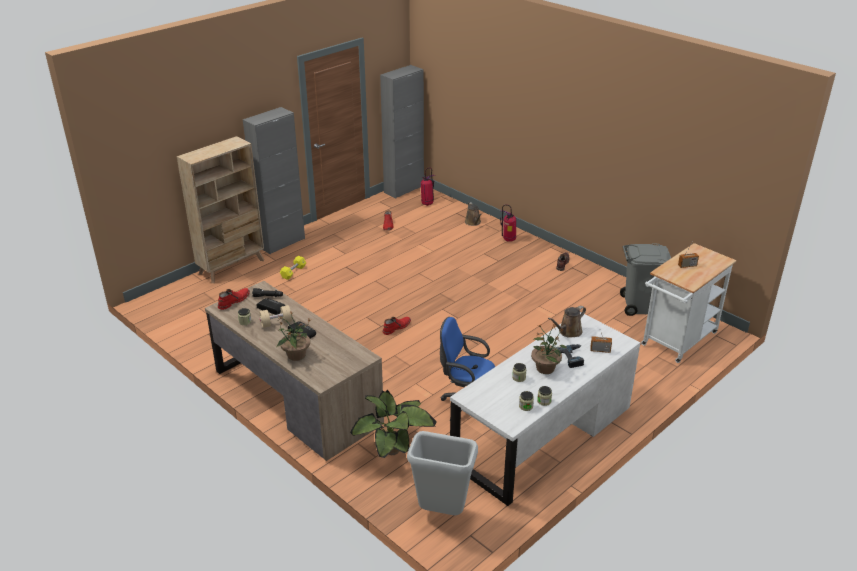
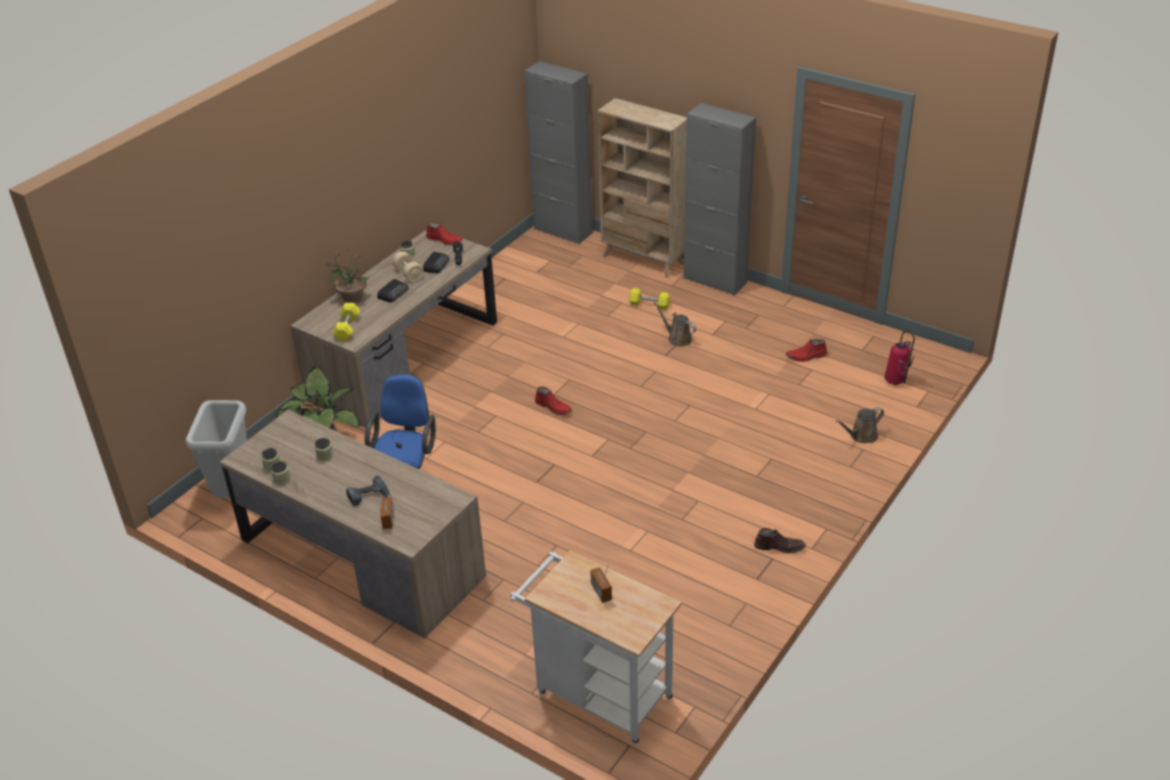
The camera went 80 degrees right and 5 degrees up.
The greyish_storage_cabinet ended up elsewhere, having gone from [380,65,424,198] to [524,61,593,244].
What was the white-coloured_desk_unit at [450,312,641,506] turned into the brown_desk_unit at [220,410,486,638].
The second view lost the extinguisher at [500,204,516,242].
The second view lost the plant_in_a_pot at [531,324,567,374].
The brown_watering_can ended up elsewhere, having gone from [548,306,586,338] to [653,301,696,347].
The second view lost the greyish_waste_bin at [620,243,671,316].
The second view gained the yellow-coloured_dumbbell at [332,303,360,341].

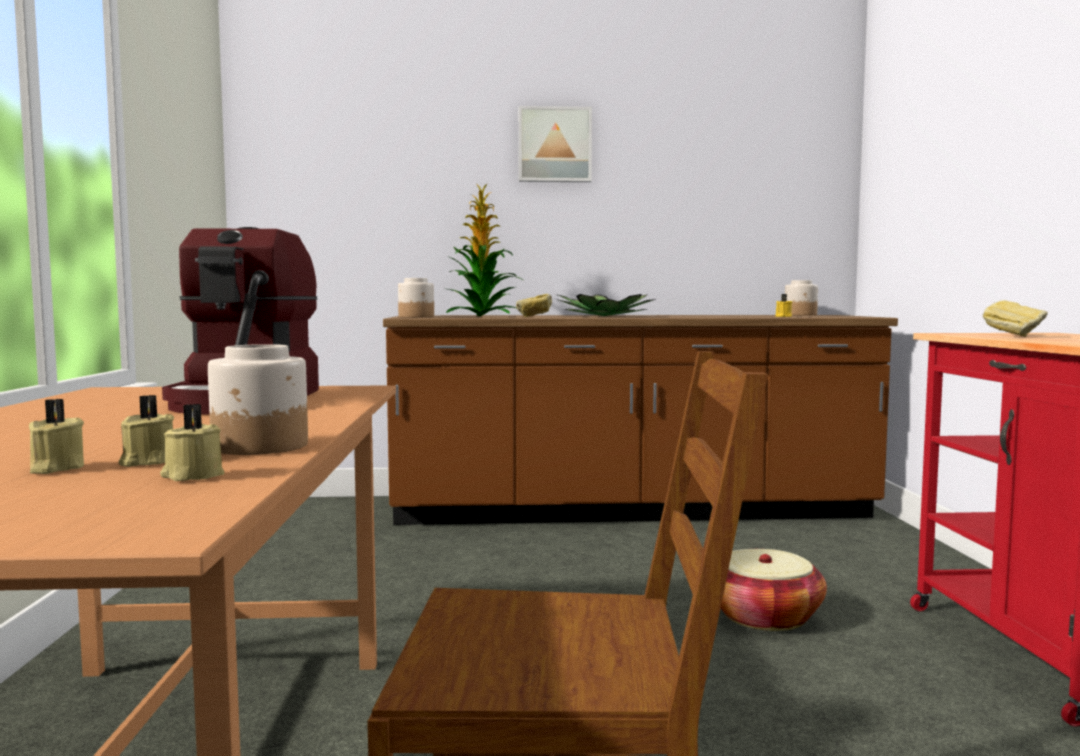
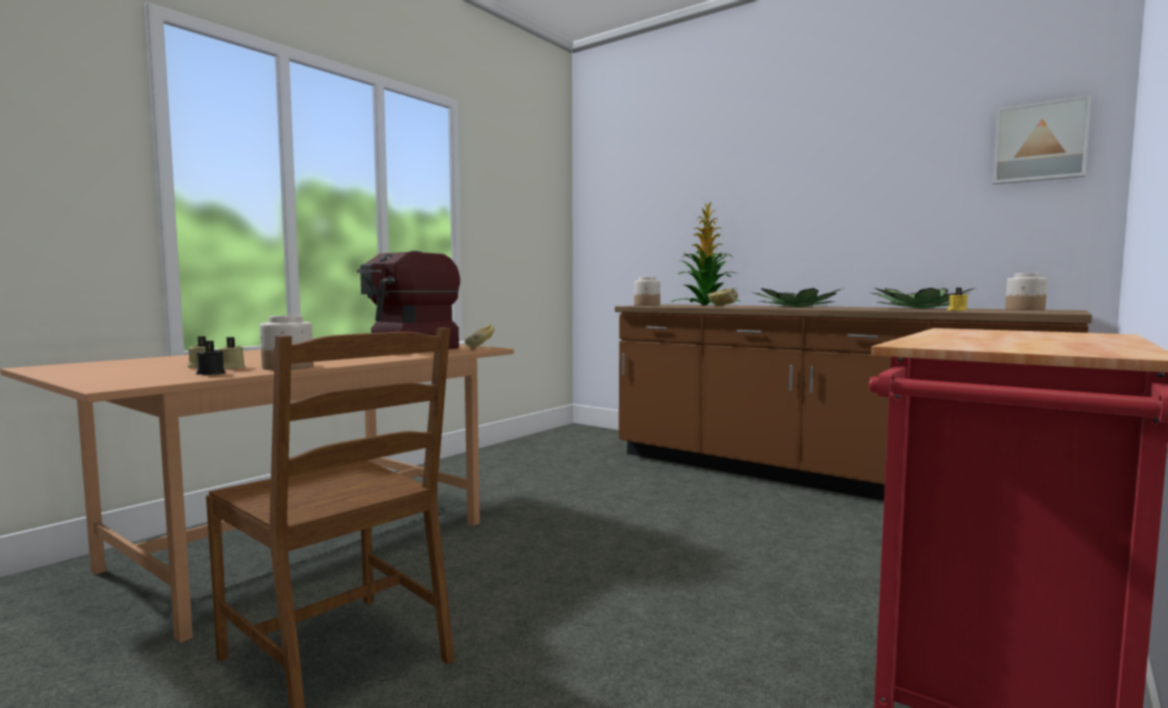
The camera went 40 degrees right and 0 degrees up.
What was the sand-coloured_wax_candle at [160,404,225,481] turned into the blackish_wax_candle at [196,341,226,375].
The wall_picture ended up elsewhere, having gone from [519,106,592,182] to [993,95,1092,185].
The second view lost the storage_basket at [721,549,827,631].
The baked_bread ended up elsewhere, having gone from [983,300,1048,337] to [465,325,495,349].
The second view gained the plant_in_a_pot at [871,288,975,309].

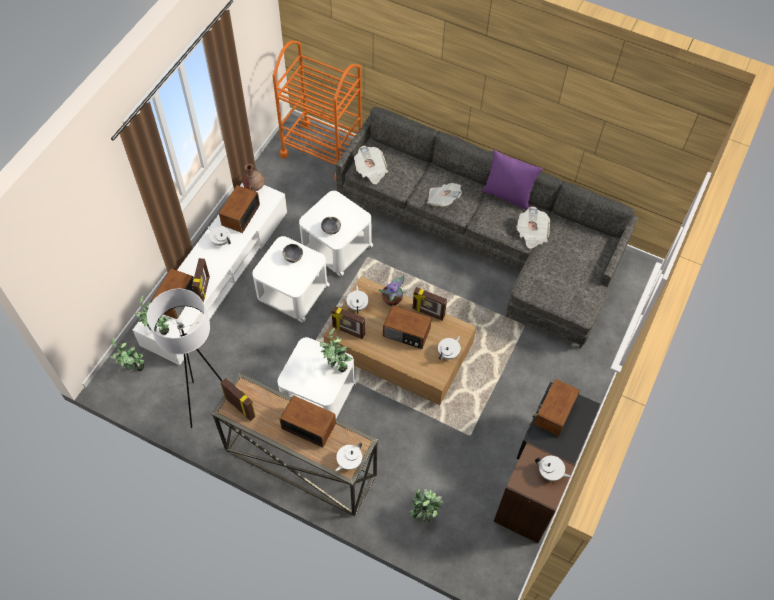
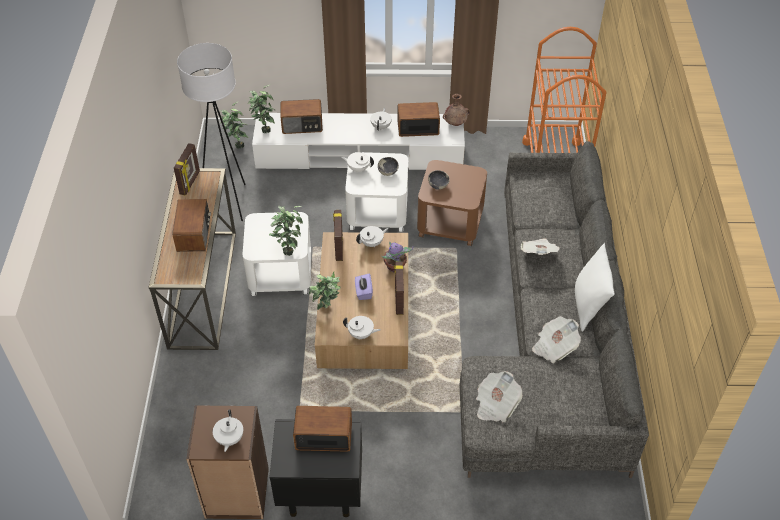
The camera went 65 degrees right and 10 degrees down.
The second view lost the standing_frame at [192,258,210,303].
What was the white-coloured_side_table at [299,191,373,276] turned into the brown_side_table at [417,160,487,246].
The white-coloured_tea_pot ended up elsewhere, having gone from [335,443,362,471] to [342,152,374,173].
The newspaper ended up elsewhere, having gone from [354,145,388,184] to [476,371,523,422].
Where the radio_set stood at [383,305,432,349], the purple_tissue_holder came to stand at [355,274,373,300].
The plant_in_a_pot ended up elsewhere, having gone from [410,488,444,523] to [309,272,341,310].
What was the purple_throw_pillow at [482,149,543,210] turned into the white-coloured_throw_pillow at [575,243,615,332].

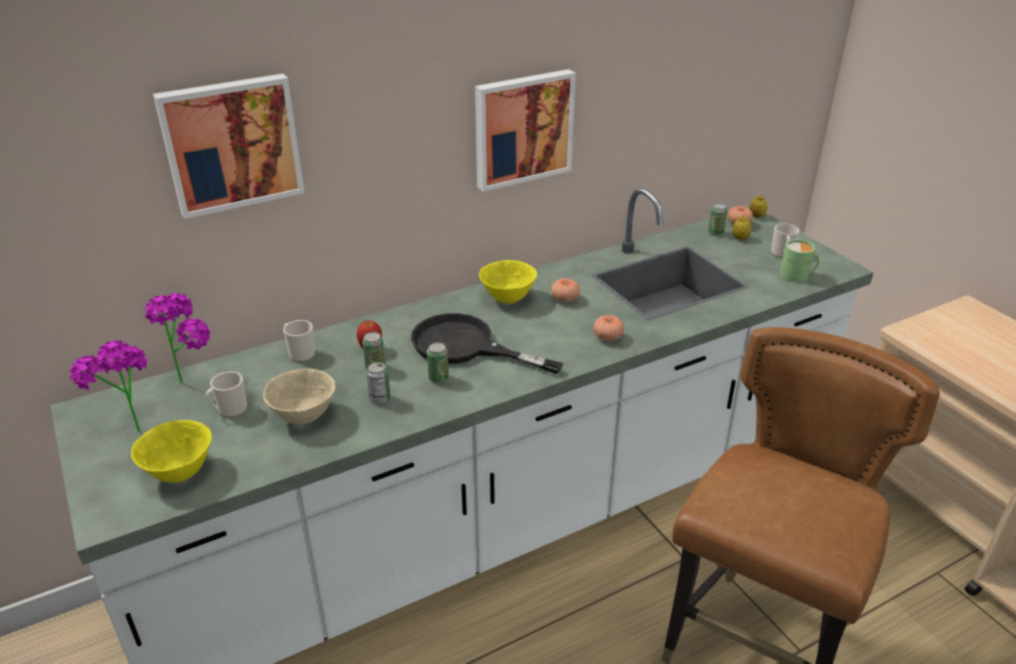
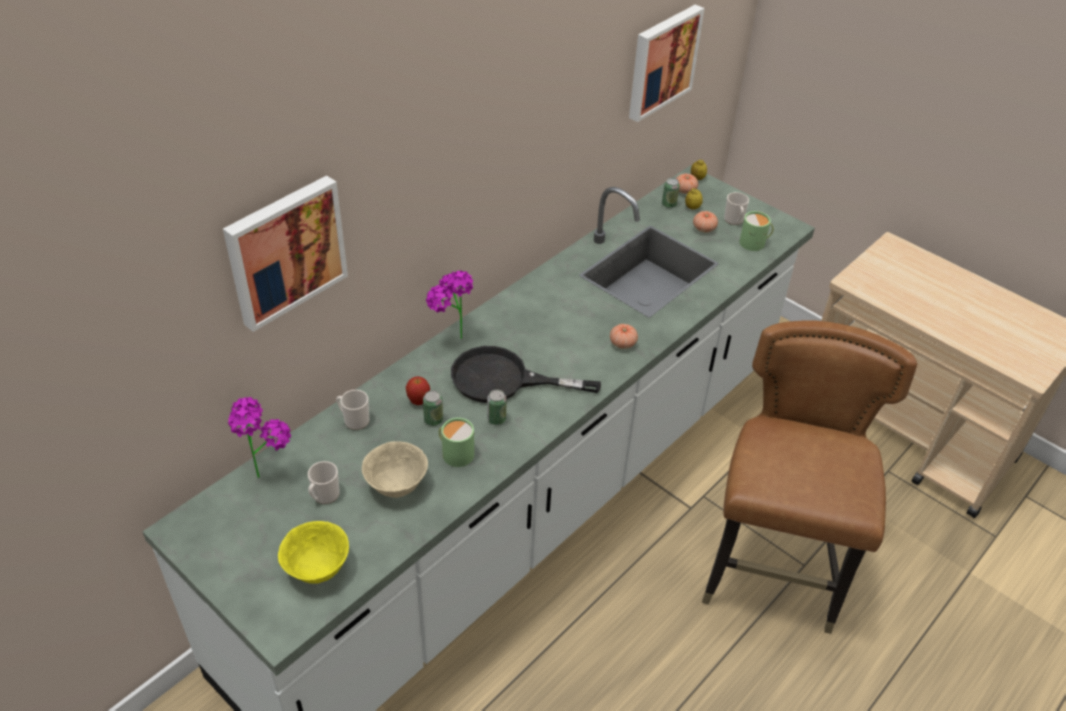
The camera went 20 degrees left and 10 degrees up.
The plant_in_a_pot ended up elsewhere, having gone from [70,340,147,432] to [426,270,473,339].
Where the can stood at [366,362,390,404], the green-coloured_mug came to stand at [439,418,475,467].
The wall_picture ended up elsewhere, having gone from [475,69,576,192] to [629,4,705,122].
The second view lost the yellow-coloured_bowl at [479,260,537,304].
The whole_tomato ended up elsewhere, having gone from [551,278,580,302] to [693,211,718,232].

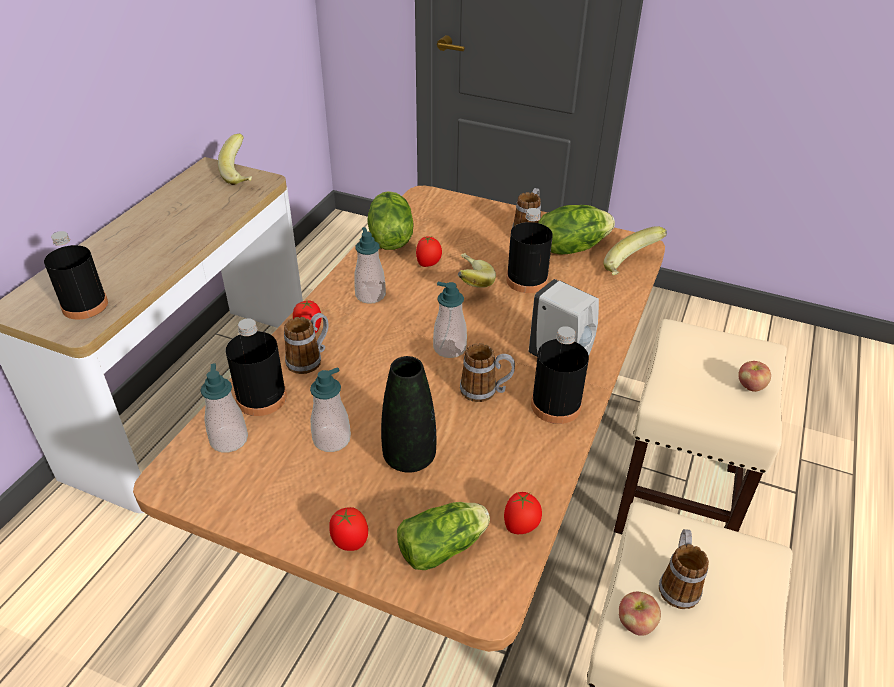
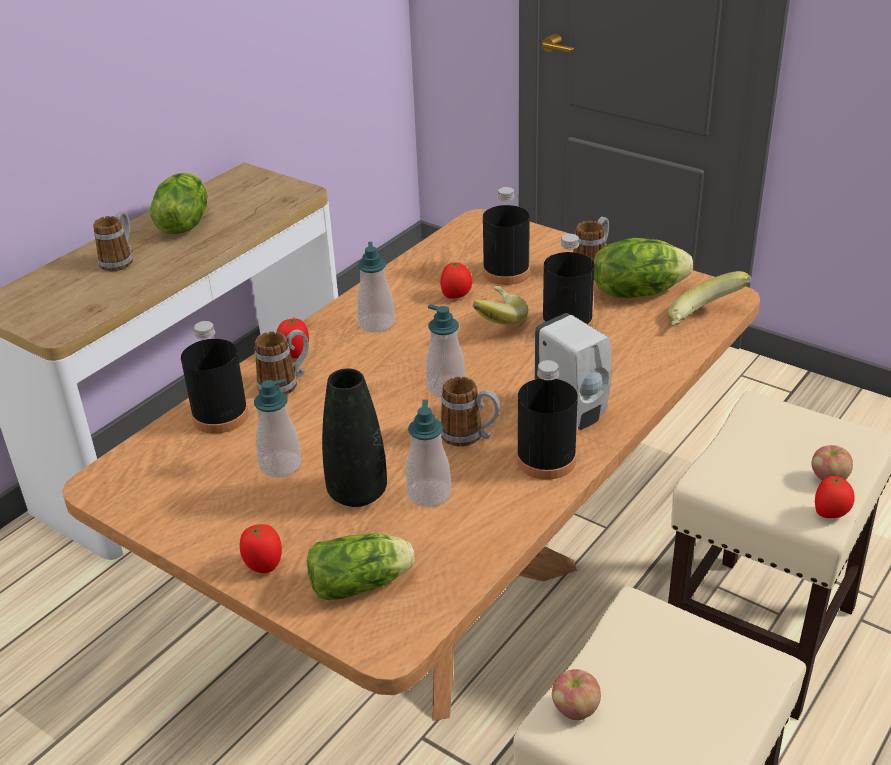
The camera went 15 degrees right and 5 degrees down.
The blackish_drink_bottle ended up elsewhere, having gone from [44,231,108,319] to [483,187,530,285].
The soap_dispenser ended up elsewhere, having gone from [201,364,248,452] to [406,400,451,507].
The second view lost the banana_fruit at [218,134,252,185].
The head_of_lettuce ended up elsewhere, having gone from [367,191,413,250] to [150,173,207,234].
The whole_tomato ended up elsewhere, having gone from [504,492,542,534] to [815,475,855,518].
The mug ended up elsewhere, having gone from [659,529,709,609] to [93,211,133,271].

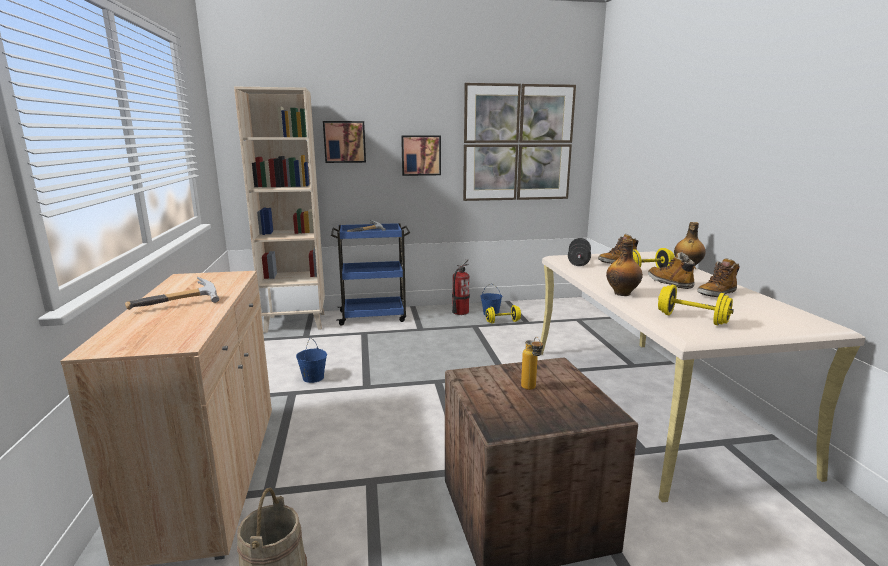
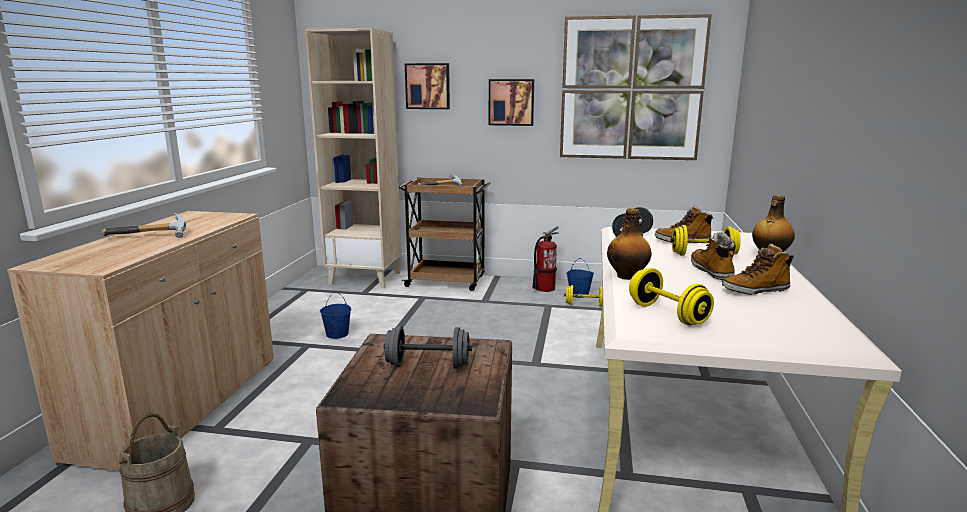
The camera went 20 degrees right and 0 degrees up.
What was the bluish_wheeled_cart at [331,223,410,326] turned into the brown_wheeled_cart at [399,177,491,291].
Where the drink_bottle stood at [521,337,543,390], the greyish_dumbbell came to stand at [384,326,472,369].

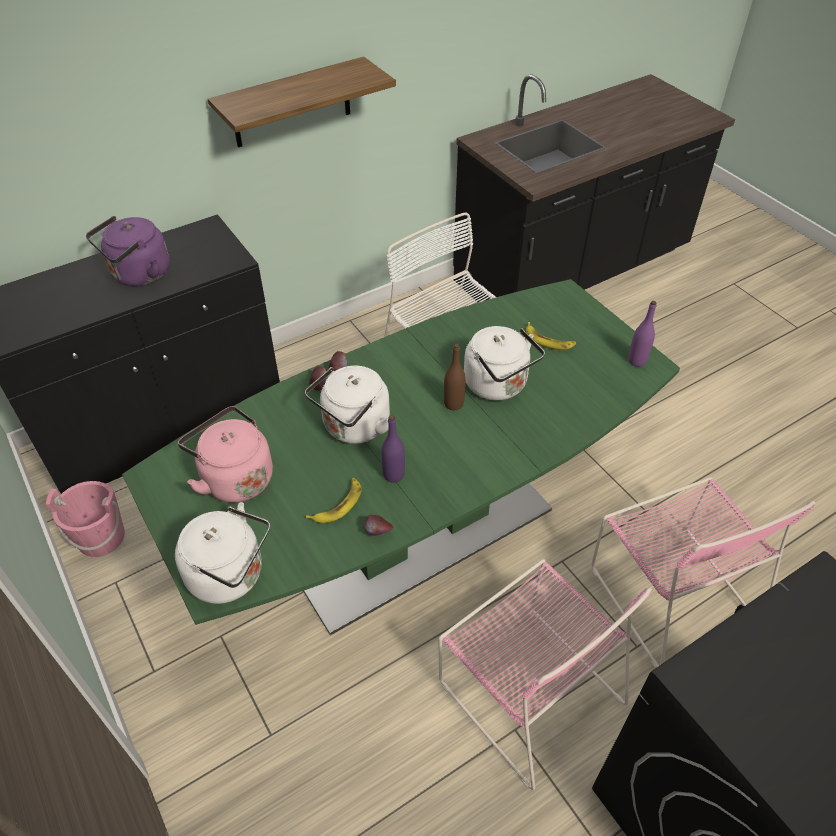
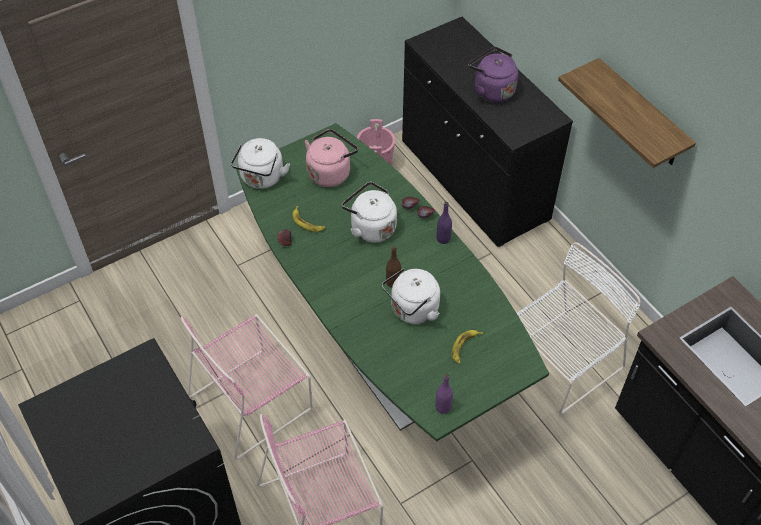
The camera went 90 degrees right and 5 degrees up.
The purple_drink_bottle ended up elsewhere, having gone from [382,415,405,483] to [437,202,452,244].

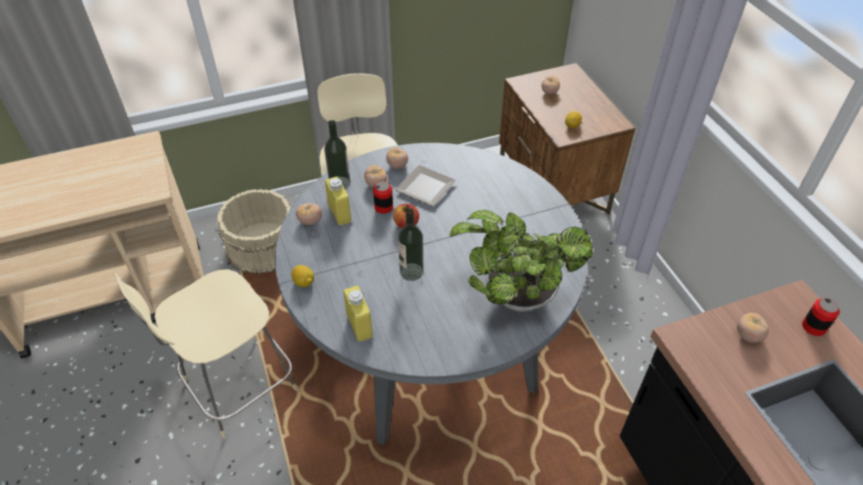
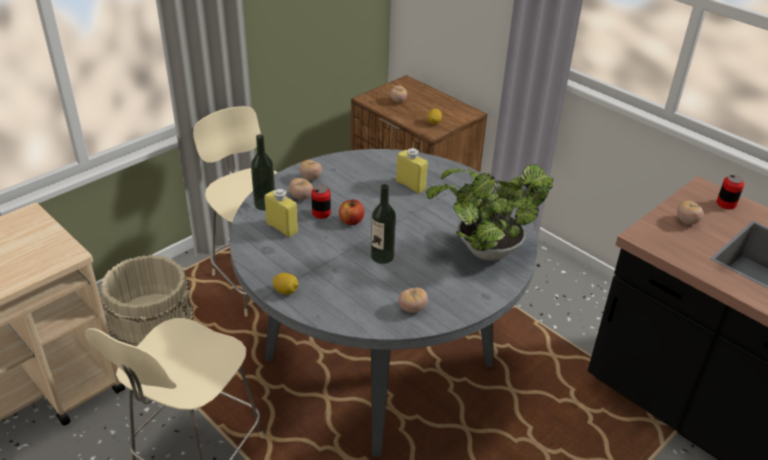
The camera went 25 degrees left and 10 degrees down.
The whole_tomato ended up elsewhere, having gone from [296,203,322,225] to [398,287,428,313].
The yellow-coloured_drink_bottle ended up elsewhere, having gone from [343,286,373,342] to [396,148,428,194].
The second view lost the plate at [395,165,456,206].

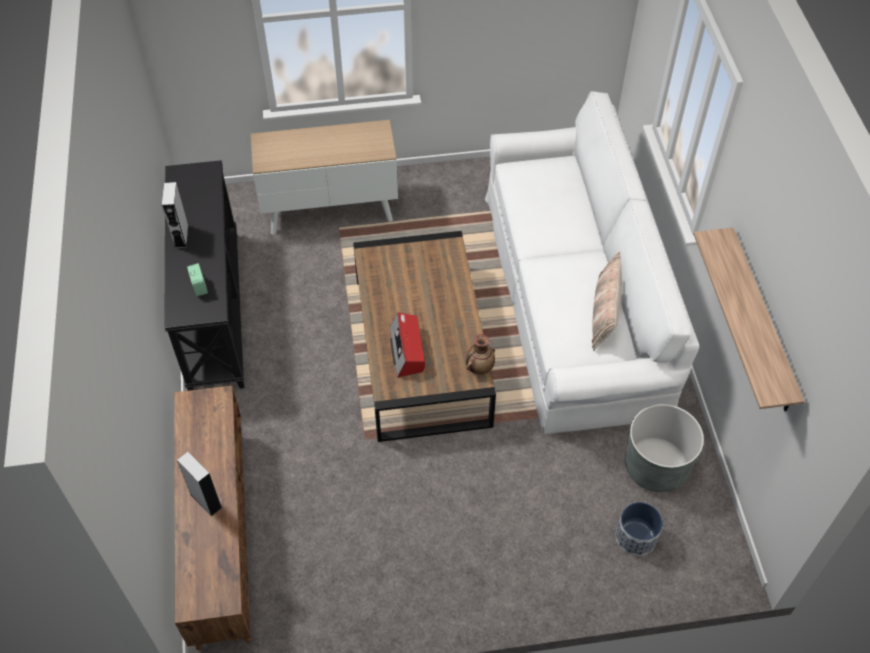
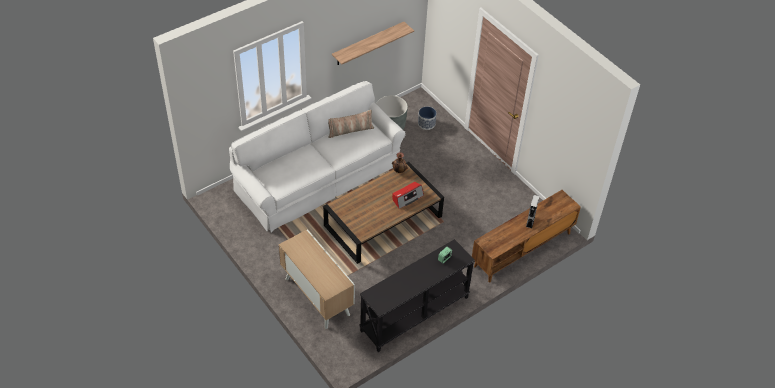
The camera went 120 degrees left and 5 degrees down.
The second view lost the greyish_audio_speaker at [162,182,188,248].

